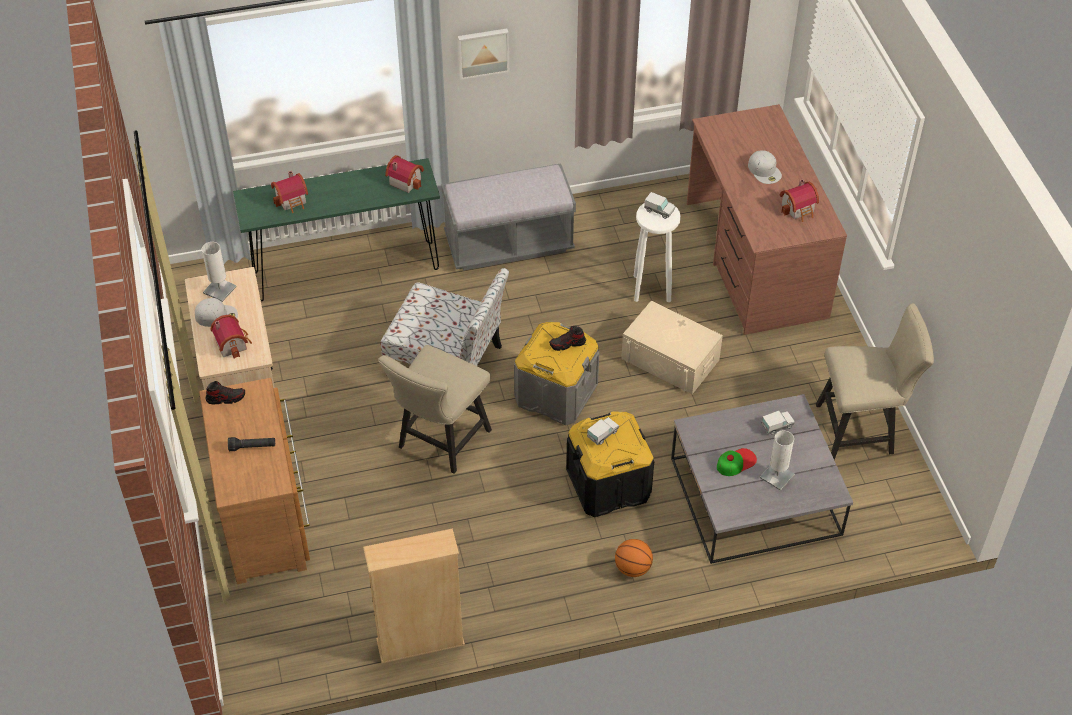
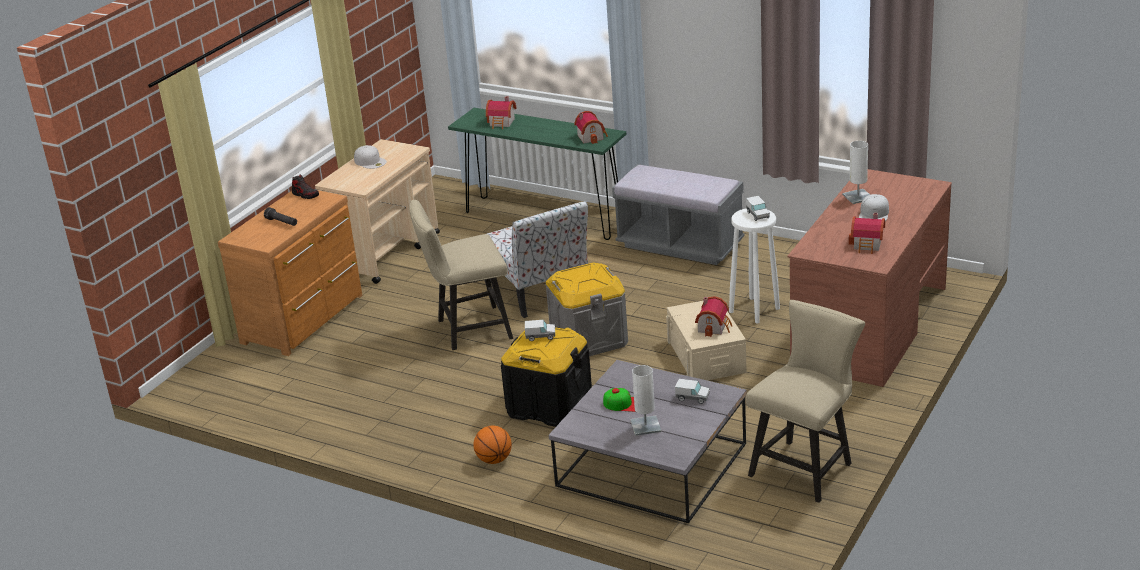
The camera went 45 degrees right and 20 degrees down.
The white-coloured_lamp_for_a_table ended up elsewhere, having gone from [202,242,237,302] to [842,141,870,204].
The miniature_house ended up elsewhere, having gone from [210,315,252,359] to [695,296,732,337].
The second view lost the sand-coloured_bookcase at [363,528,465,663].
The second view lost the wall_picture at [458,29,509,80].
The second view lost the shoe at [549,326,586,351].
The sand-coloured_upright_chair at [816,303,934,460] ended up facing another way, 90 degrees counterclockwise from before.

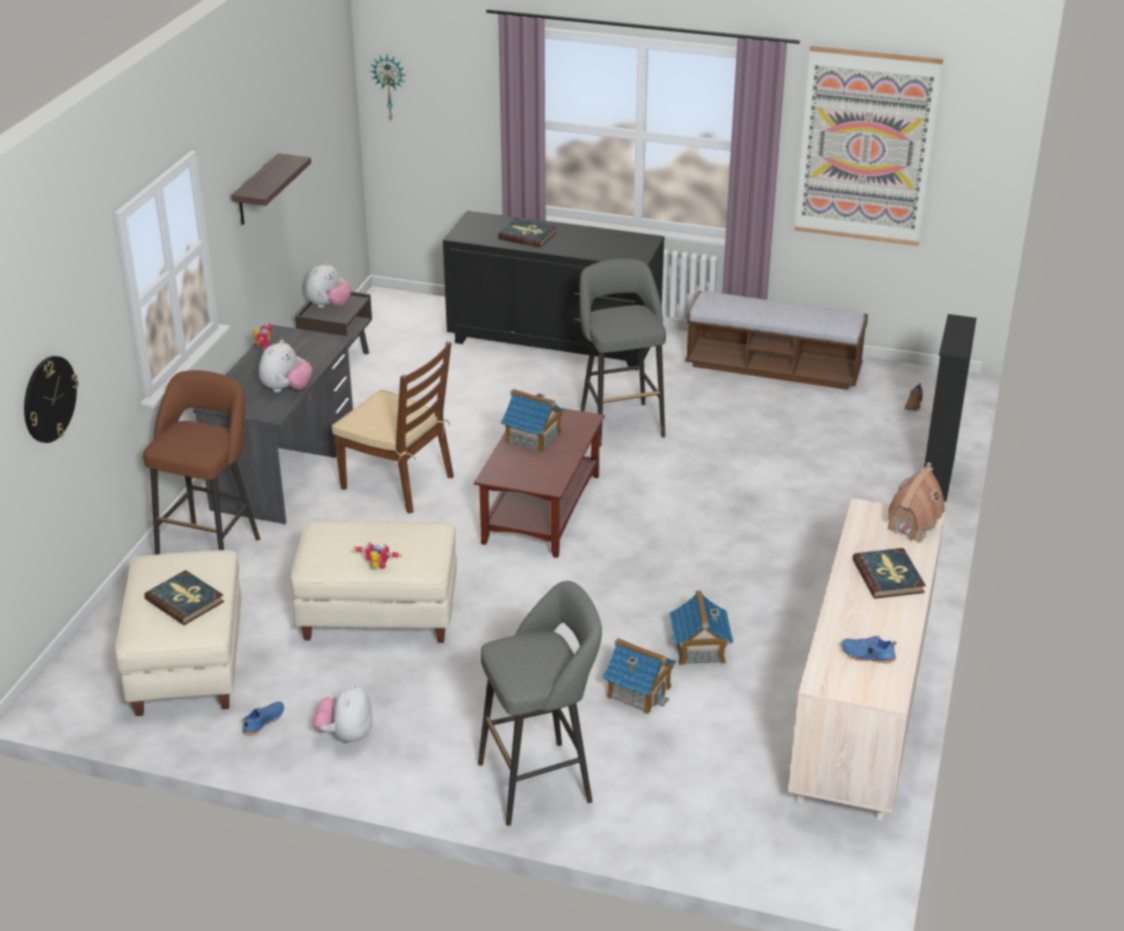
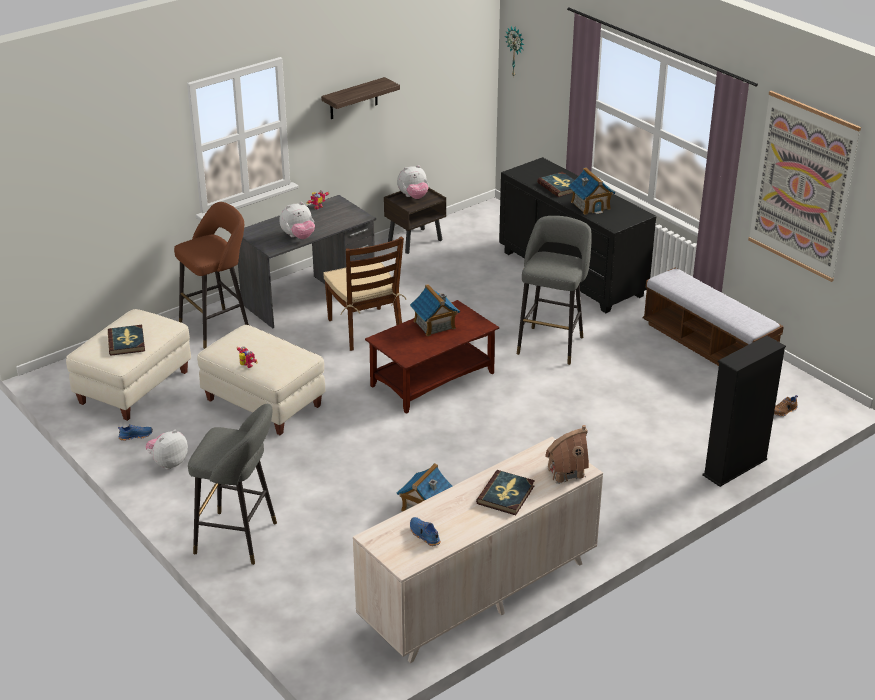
The camera went 35 degrees right and 0 degrees up.
The second view lost the wall_clock at [24,356,79,443].
The miniature_house ended up elsewhere, having gone from [603,638,676,715] to [569,167,615,215].

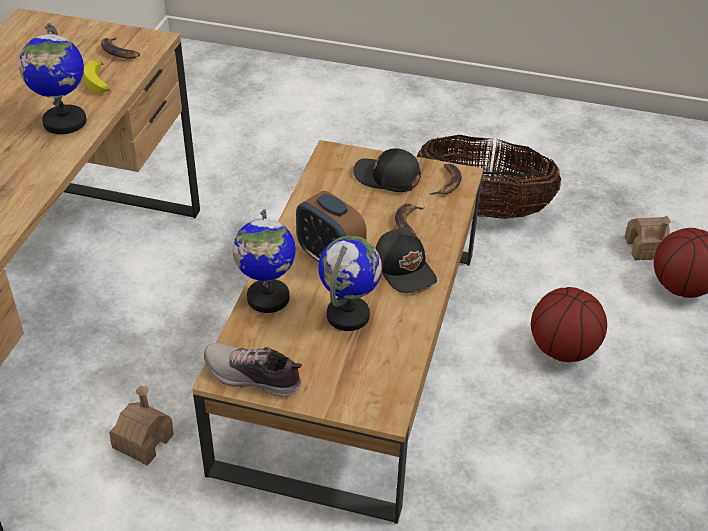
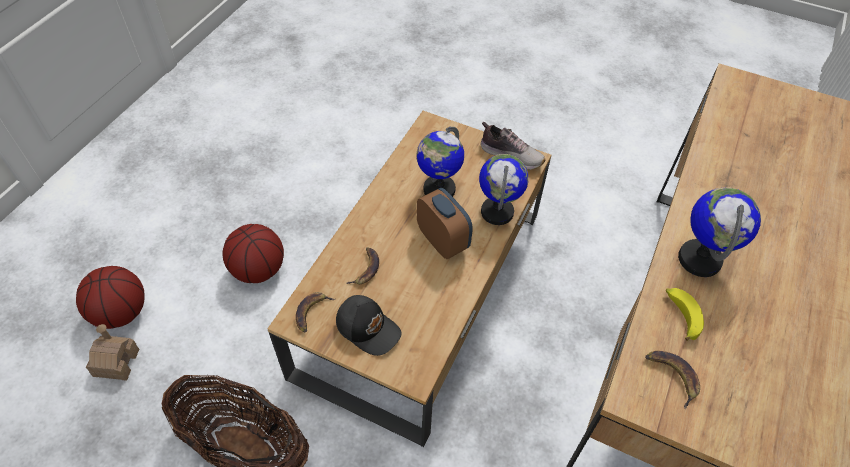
The camera went 170 degrees left and 10 degrees up.
The second view lost the miniature_house at [109,386,174,466].
The second view lost the blackish_baseball_cap at [376,229,437,293].

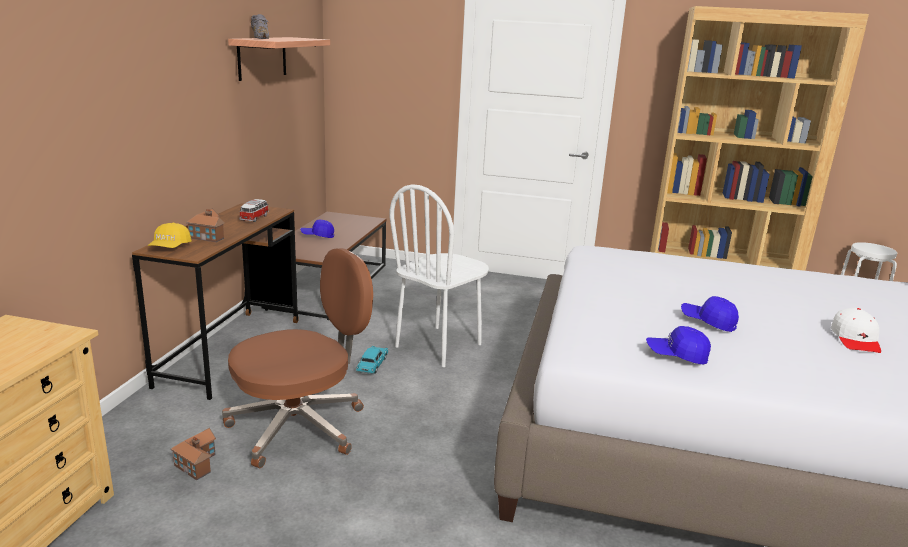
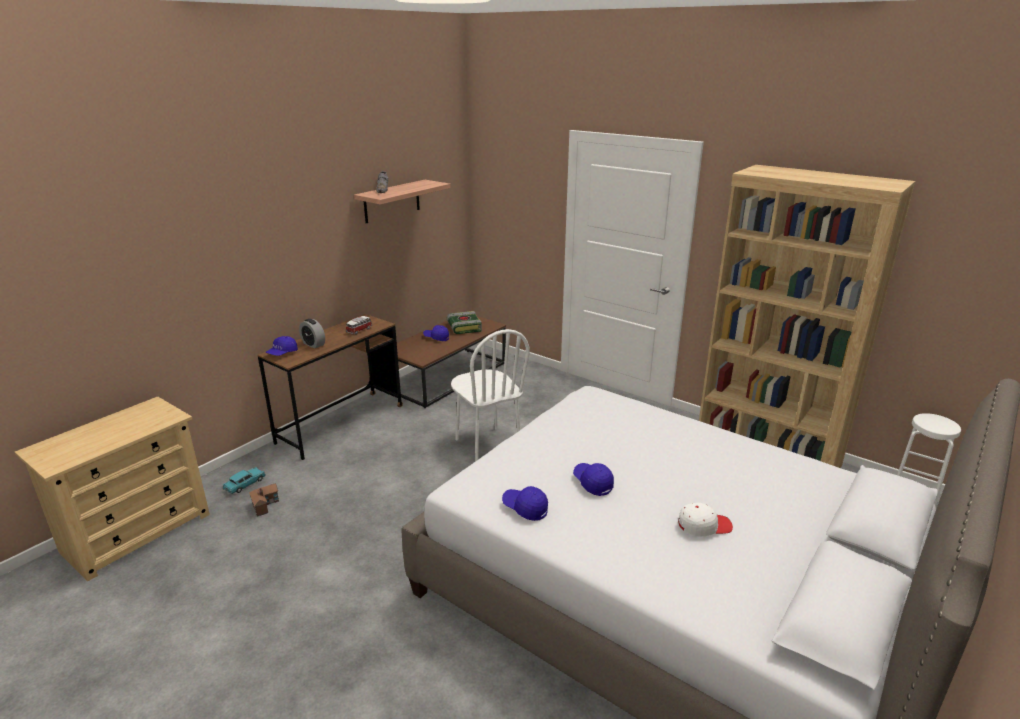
The camera went 25 degrees right and 5 degrees up.
What was the yellow-coloured_baseball_cap at [148,223,192,248] turned into the bluish_baseball_cap at [266,336,298,356].
Where the miniature_house stood at [185,209,225,242], the alarm_clock came to stand at [299,319,325,349].
The second view lost the brown_computer_chair at [222,248,373,468].
The turquoise_toy_car ended up elsewhere, having gone from [356,346,388,374] to [223,467,266,494].
The white-coloured_upright_chair at [389,184,489,367] ended up facing another way, 90 degrees counterclockwise from before.
The white-coloured_baseball_cap at [831,308,881,353] ended up facing another way, 135 degrees counterclockwise from before.
The second view gained the book at [447,311,482,334].

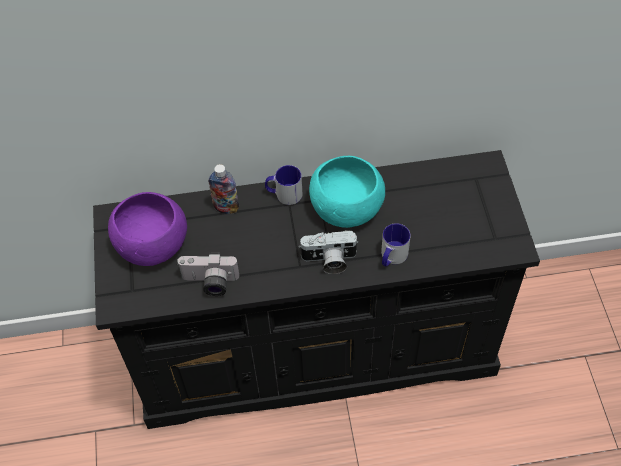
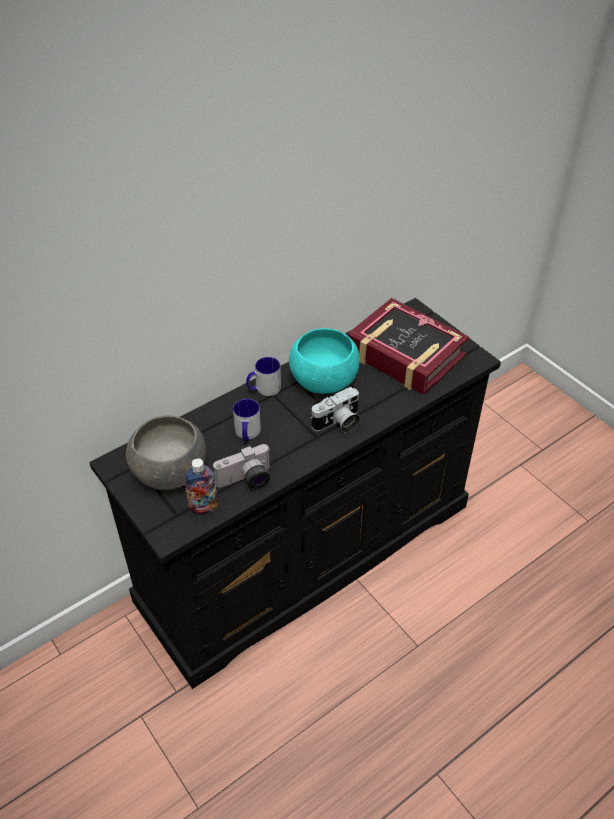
The camera went 30 degrees left and 10 degrees down.
What was the purple_bowl at [108,192,187,266] turned into the greyish_bowl at [126,416,206,490].
The drink_bottle ended up elsewhere, having gone from [208,164,239,214] to [184,459,218,515].
The mug ended up elsewhere, having gone from [381,223,411,266] to [233,399,261,441].
The second view gained the book at [347,298,469,395].

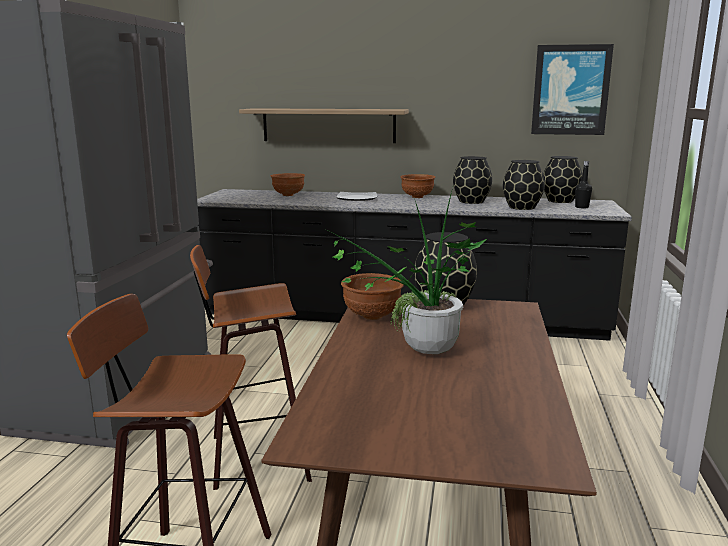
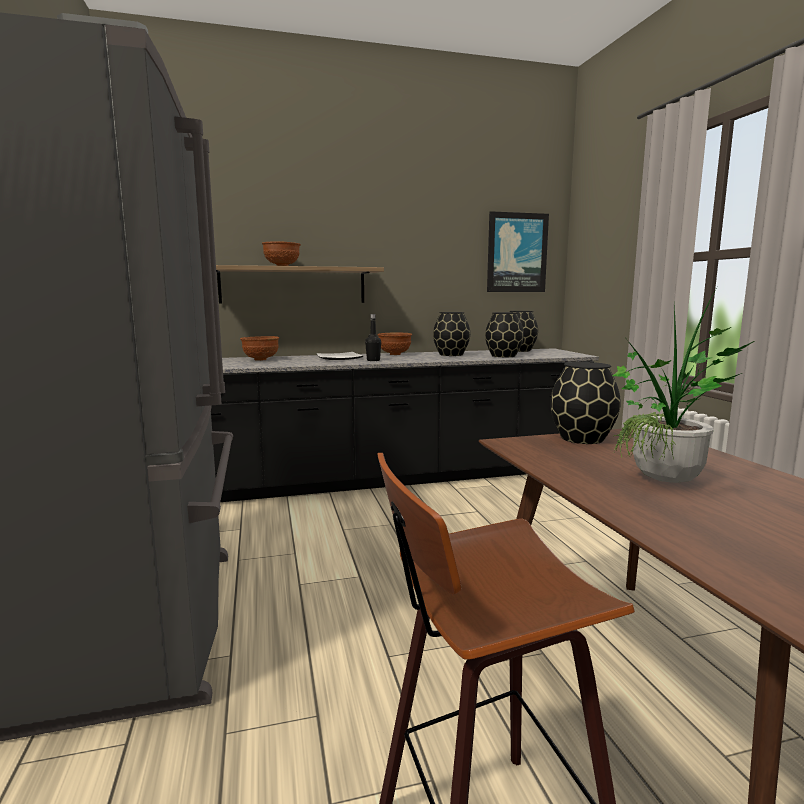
The camera went 25 degrees left and 5 degrees down.
The second view lost the sitting_stool at [190,245,312,490].
The brown_bowl ended up elsewhere, having gone from [341,273,404,320] to [262,242,301,266].
The blackish_drink_bottle ended up elsewhere, having gone from [575,161,592,208] to [365,314,381,361].

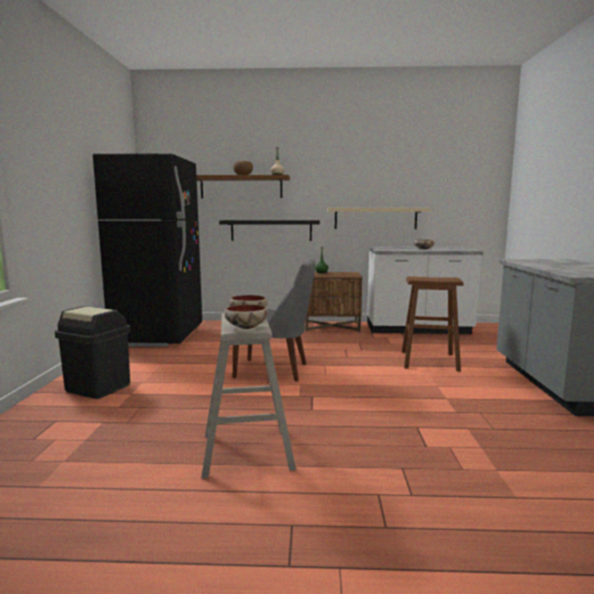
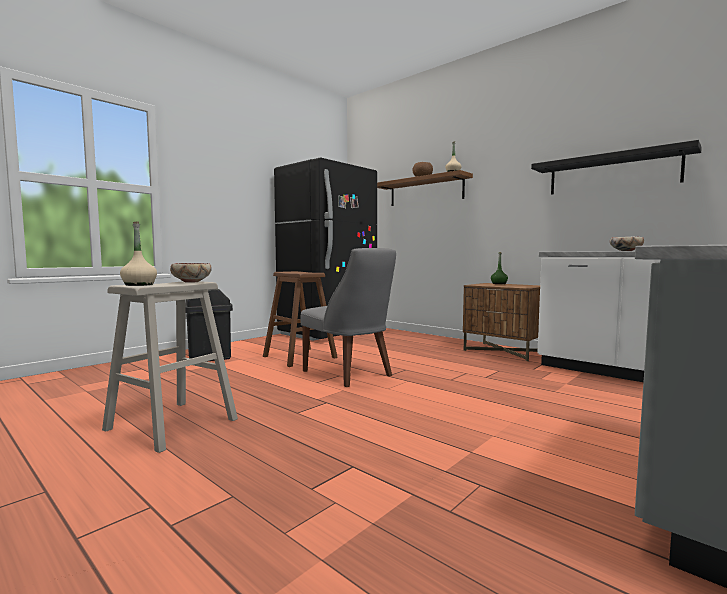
The camera went 40 degrees right and 5 degrees down.
The blackish_bracket_shelf ended up elsewhere, having gone from [219,220,320,241] to [531,140,702,195].
Where the bowl stood at [225,305,267,329], the sand-coloured_drink_bottle came to stand at [120,221,157,286].
The second view lost the sand-coloured_bracket_shelf at [327,208,431,229].
The brown_sitting_stool ended up elsewhere, having gone from [402,276,464,372] to [263,271,338,367].

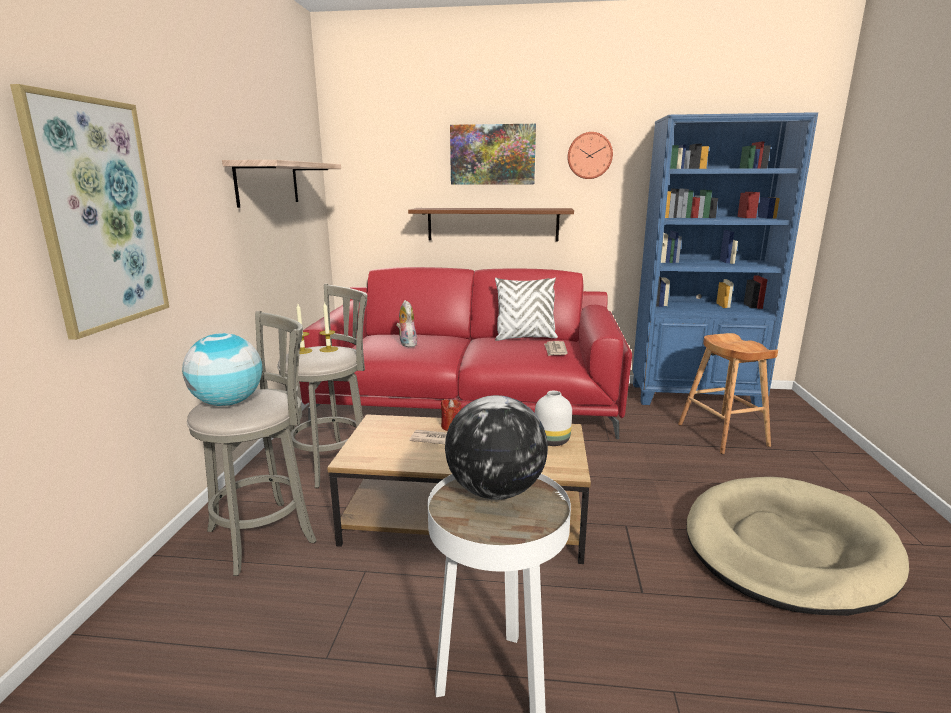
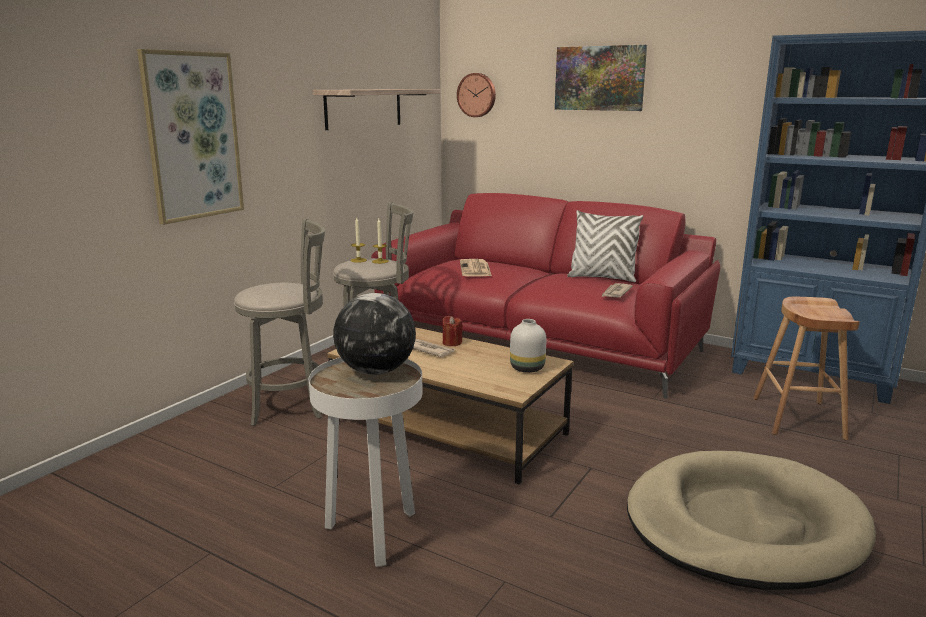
The camera went 25 degrees right and 0 degrees up.
The second view lost the world_globe at [182,333,262,406].
Where the cuddly_toy stood at [396,300,417,347], the newspaper came to stand at [460,259,492,276].
The second view lost the brown_bracket_shelf at [408,208,574,242].
The wall_clock ended up elsewhere, having gone from [567,132,613,179] to [457,73,496,117].

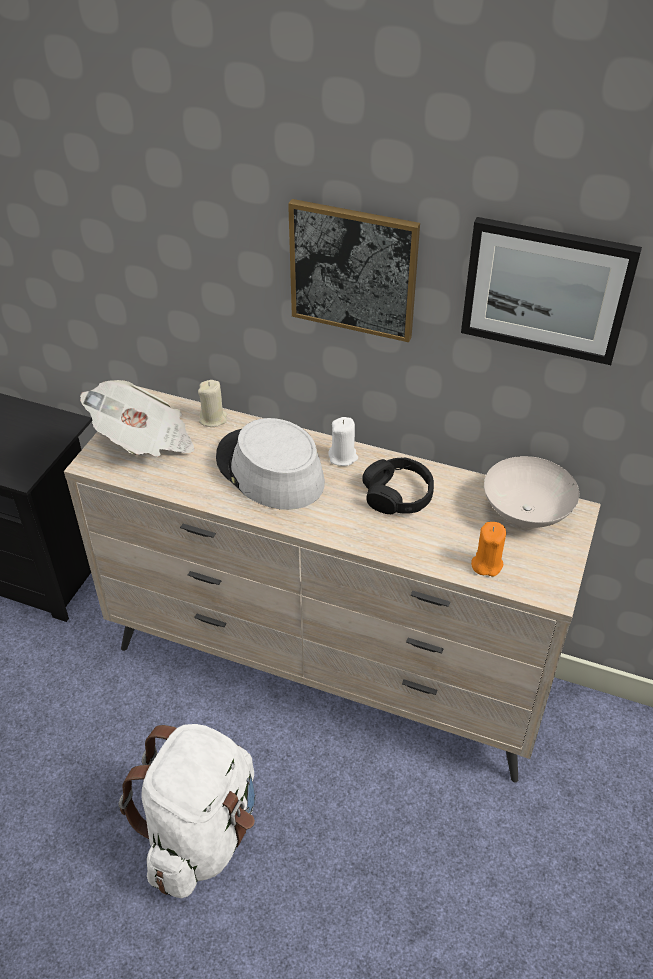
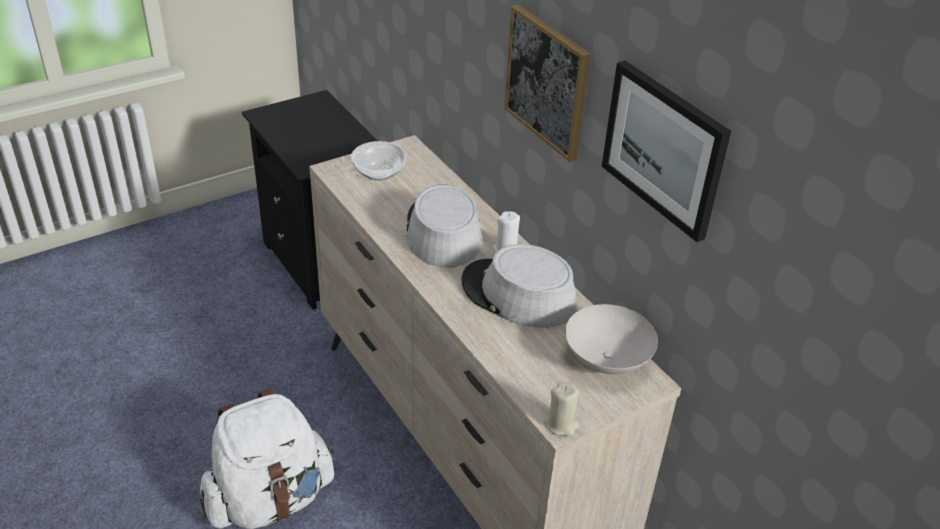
The camera went 35 degrees right and 5 degrees down.
Where the newspaper stood at [80,380,195,457], the bowl came to stand at [351,141,406,181].
The sand-coloured_wax_candle ended up elsewhere, having gone from [198,380,227,427] to [544,382,580,436].
Where the blackish_headset stood at [362,457,434,514], the greyish_wearable_hat came to stand at [461,244,577,328].
The second view lost the orangey_wax_candle at [471,522,506,577].

